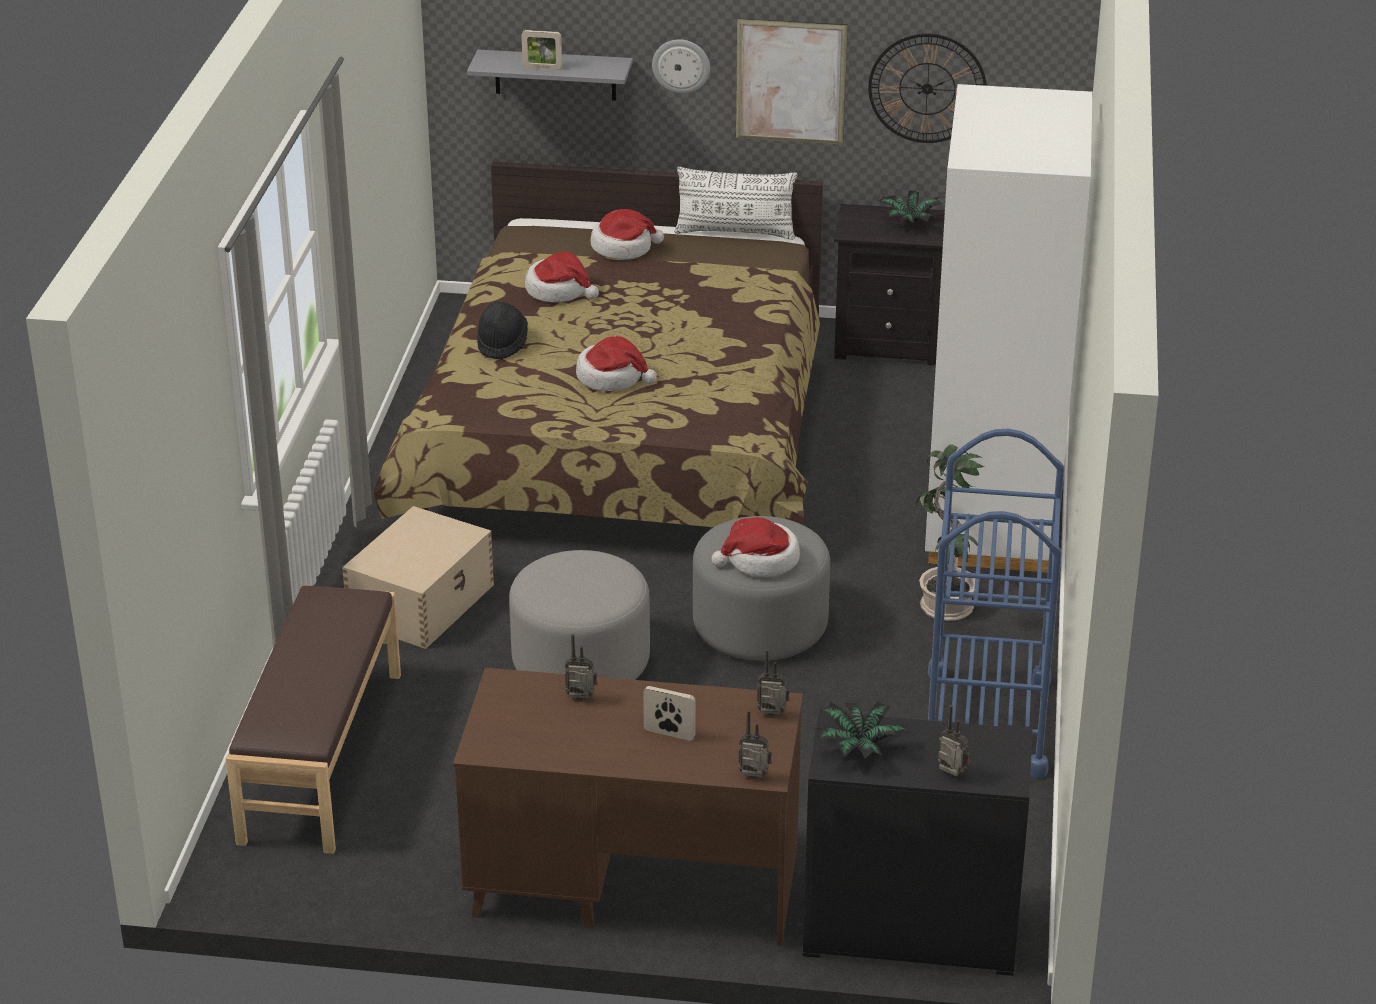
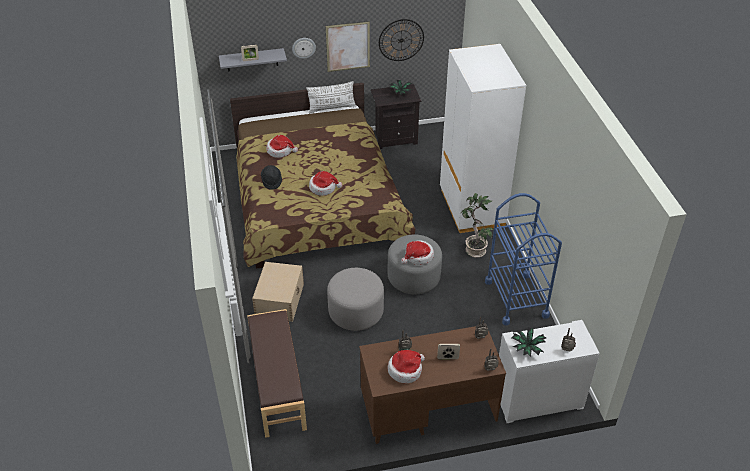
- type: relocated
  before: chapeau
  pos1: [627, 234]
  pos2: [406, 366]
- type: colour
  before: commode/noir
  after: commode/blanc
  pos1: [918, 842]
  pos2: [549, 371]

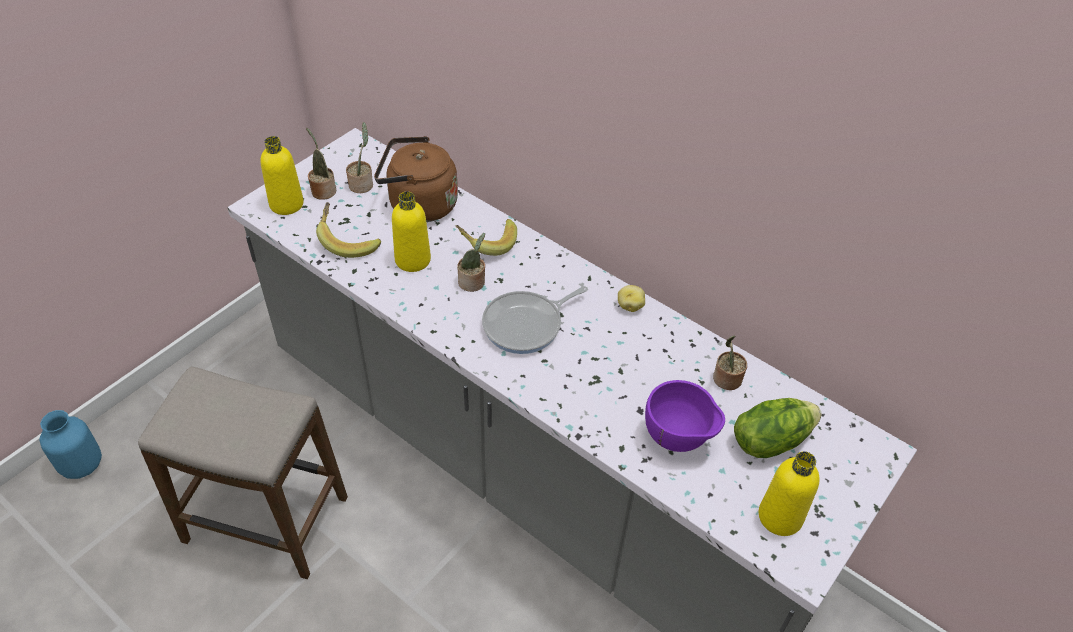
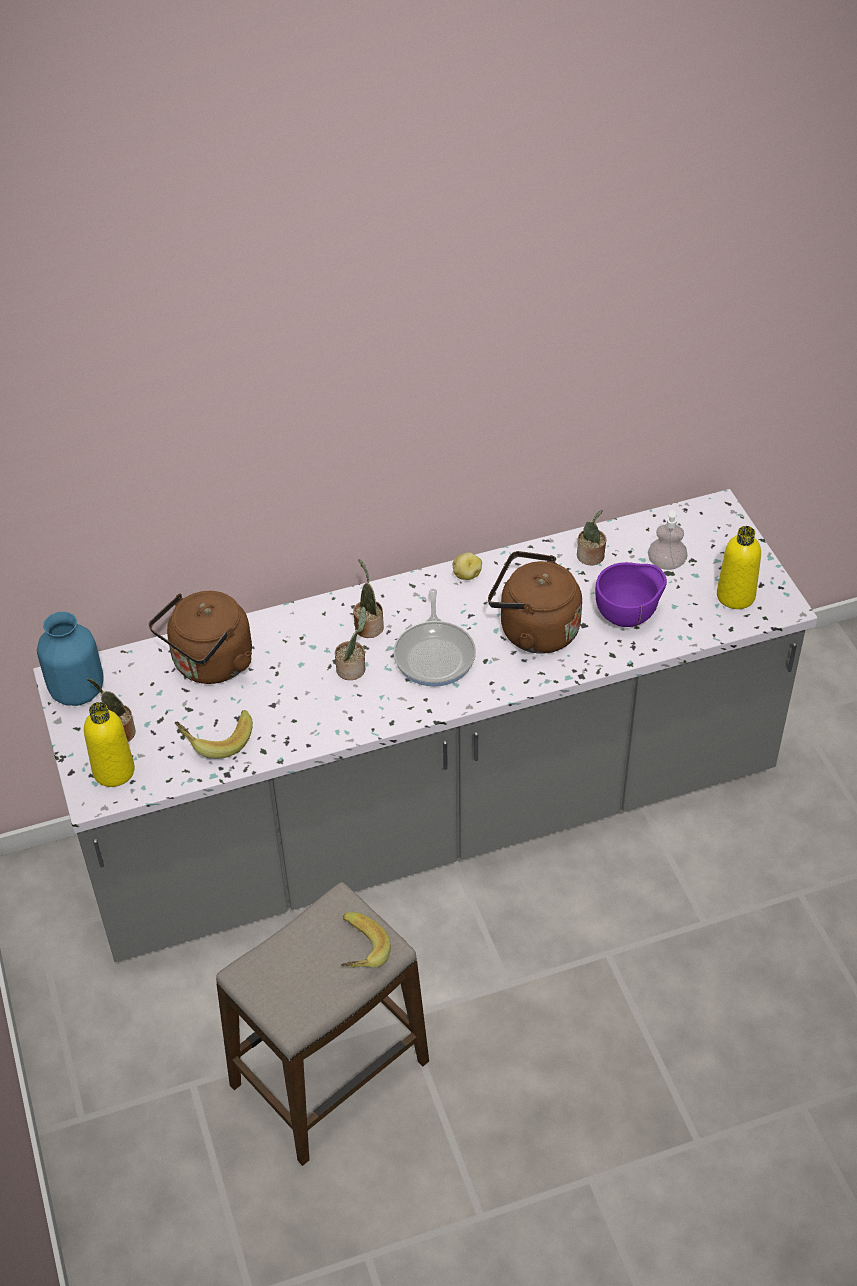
- type: missing
  before: bouteille/jaune
  pos1: [411, 232]
- type: appeared
  after: bouilloire/marron
  pos2: [535, 602]
- type: relocated
  before: vase/bleu
  pos1: [70, 444]
  pos2: [70, 659]
- type: relocated
  before: plante en pot
  pos1: [359, 157]
  pos2: [368, 598]
- type: relocated
  before: banane
  pos1: [486, 237]
  pos2: [366, 940]
- type: exchanged
  before: laitue
  after: distributeur de savon
  pos1: [778, 428]
  pos2: [668, 539]

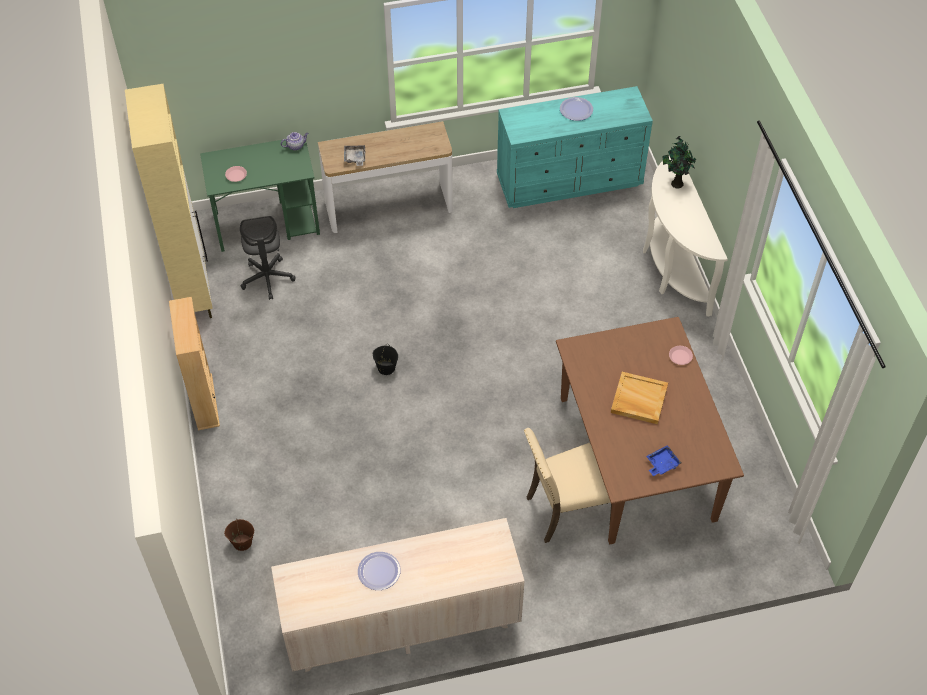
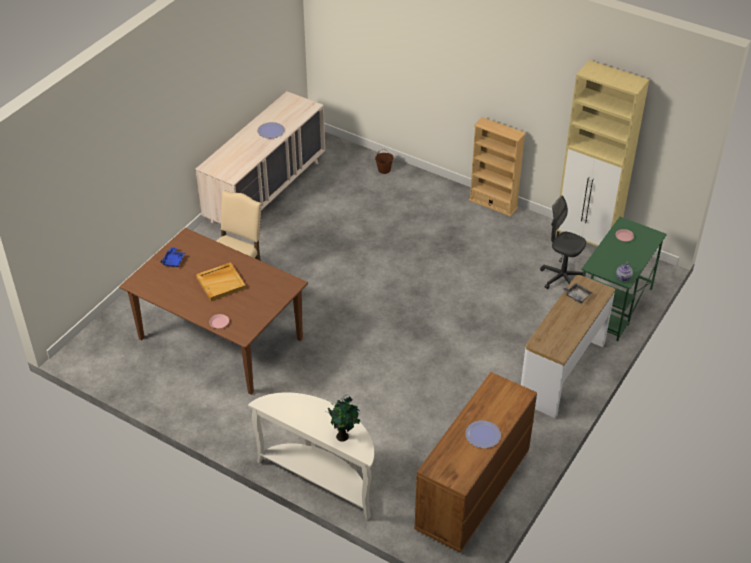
- type: missing
  before: seau/noir
  pos1: [385, 360]
- type: colour
  before: commode/turquoise
  after: commode/marron
  pos1: [575, 147]
  pos2: [475, 462]

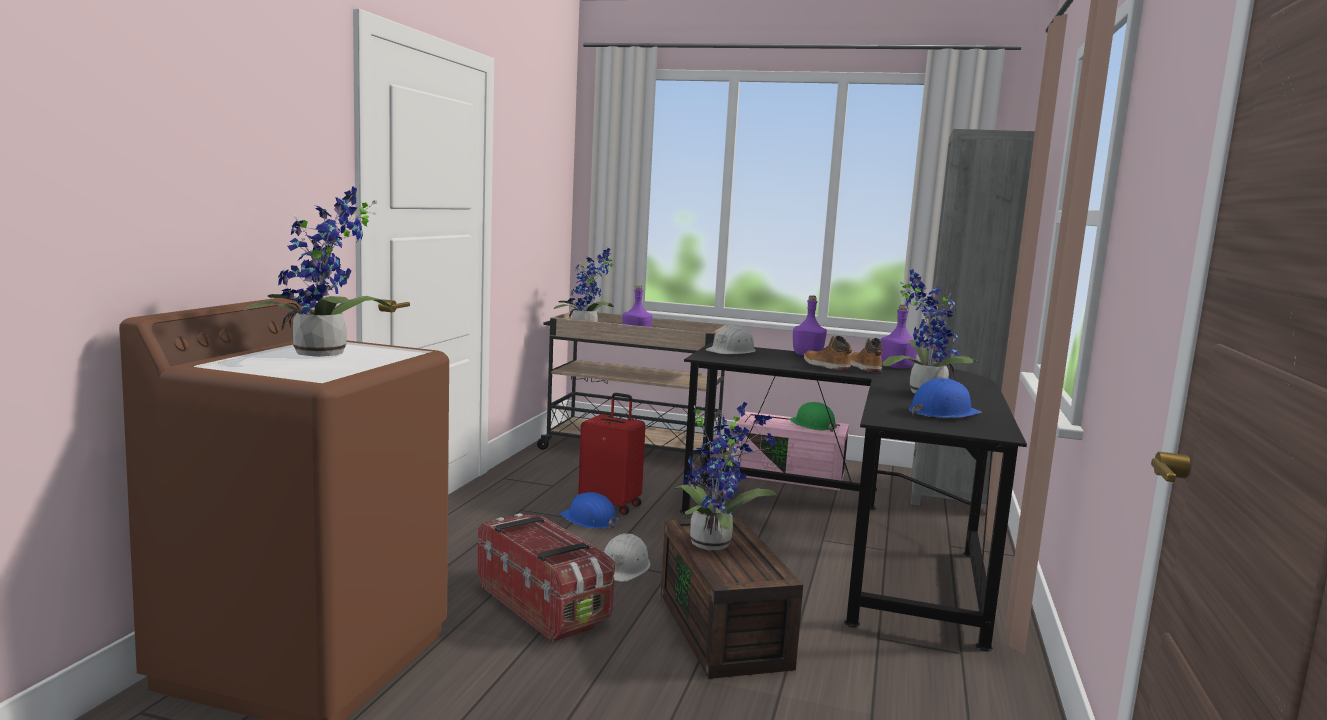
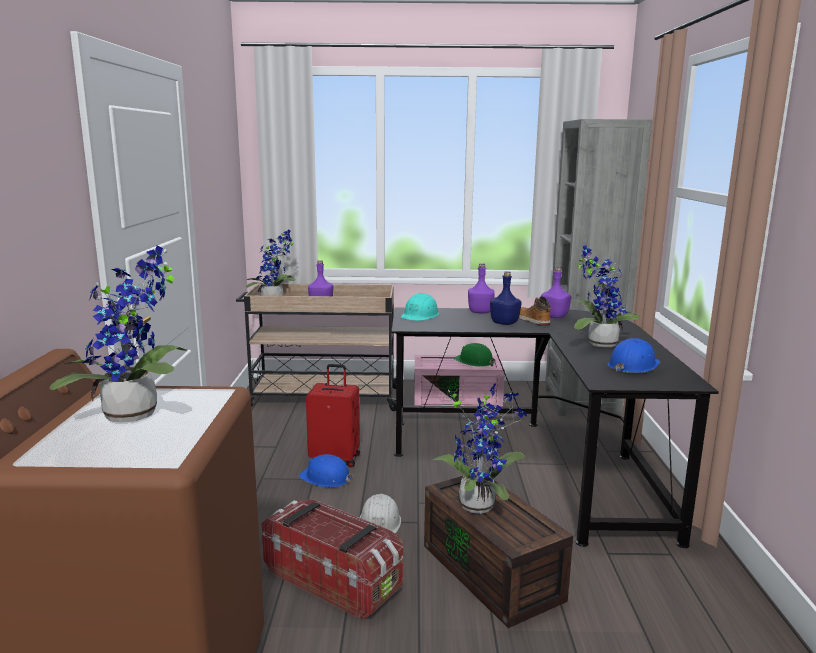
- type: exchanged
  before: botte
  after: bouteille/bleu
  pos1: [828, 353]
  pos2: [505, 298]
- type: colour
  before: casque de chantier/blanc
  after: casque de chantier/turquoise
  pos1: [731, 339]
  pos2: [420, 307]

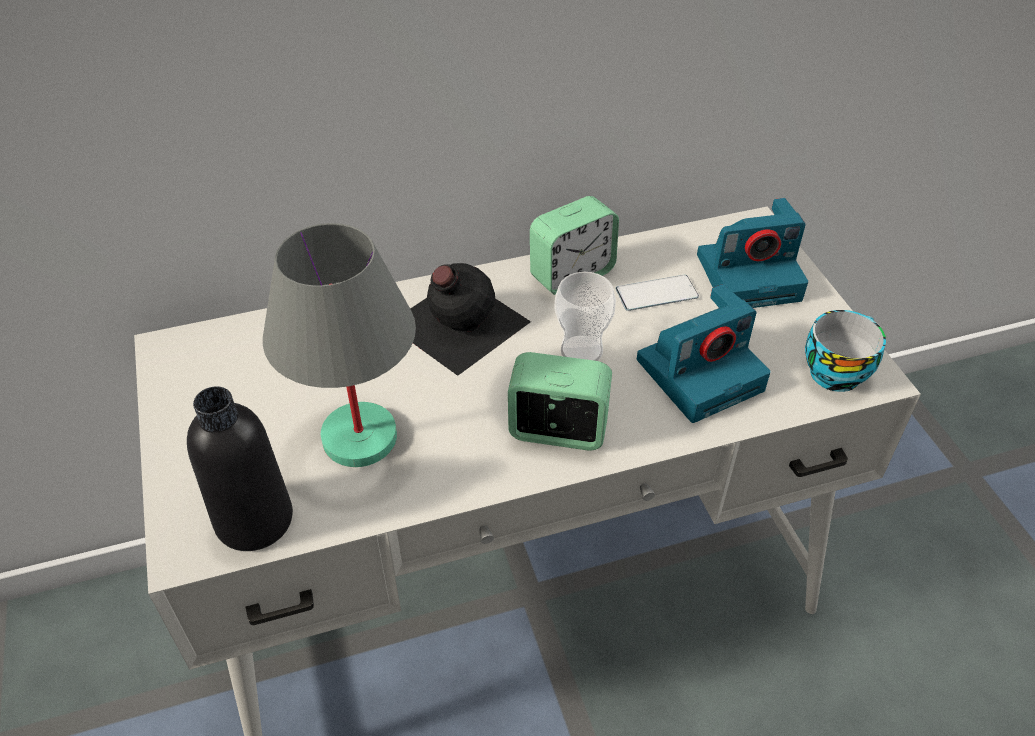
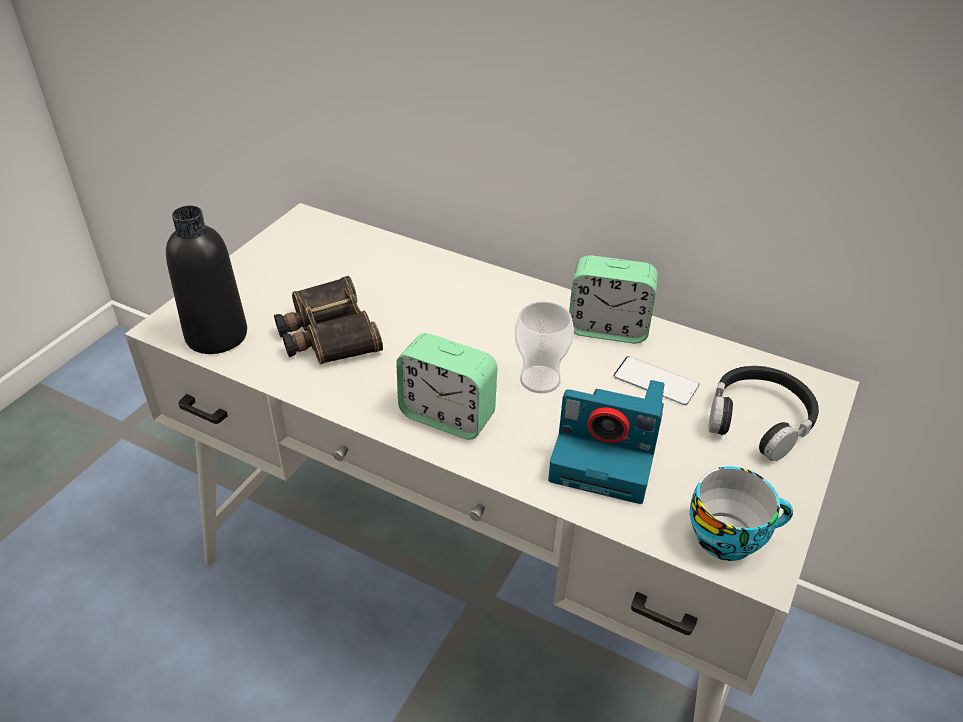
- type: missing
  before: bouteille/noir
  pos1: [470, 319]
- type: exchanged
  before: lampe de table/gris
  after: jumelles
  pos1: [339, 345]
  pos2: [328, 320]
- type: exchanged
  before: appareil photo
  after: casque audio/noir
  pos1: [752, 253]
  pos2: [764, 413]
- type: spun
  before: réveil
  pos1: [560, 401]
  pos2: [446, 386]
  turn: 150

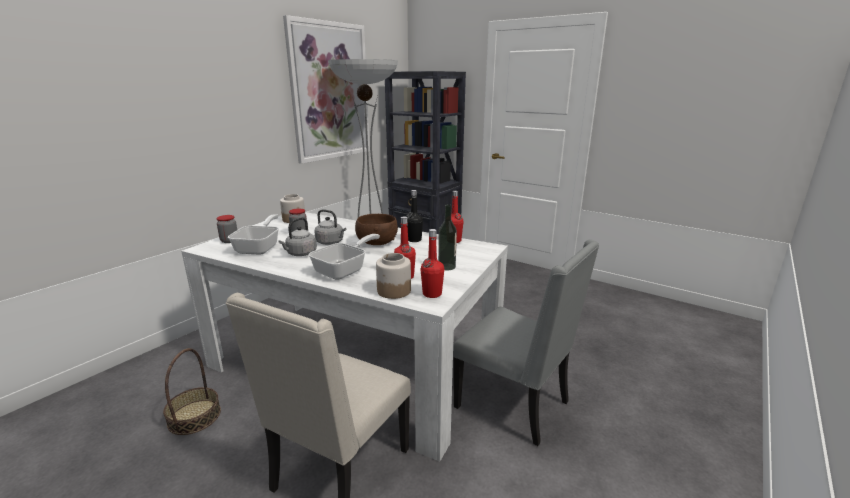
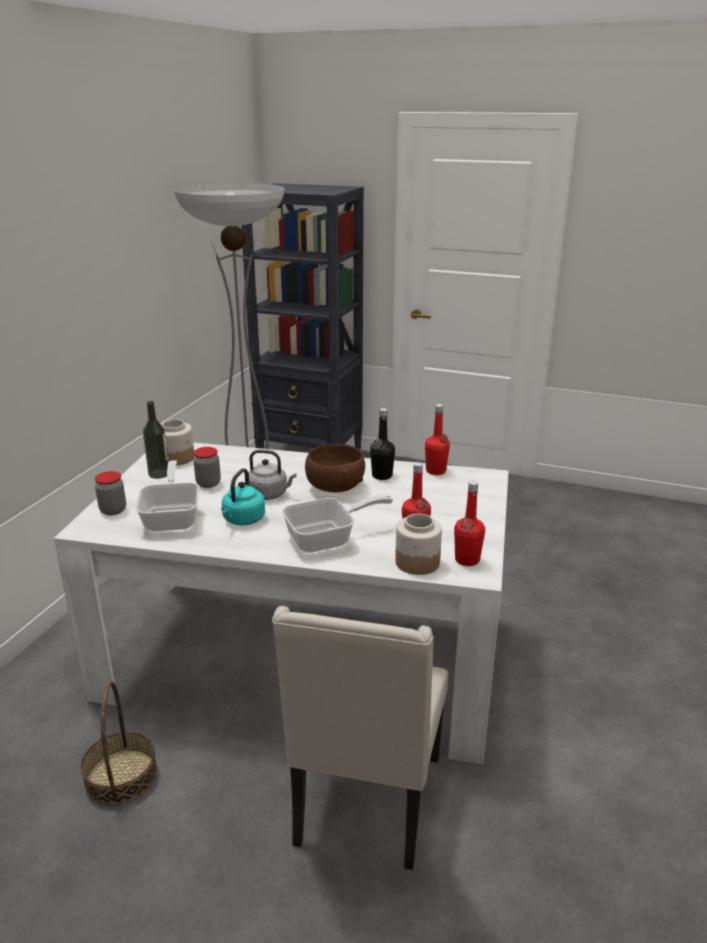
- type: missing
  before: tableau
  pos1: [326, 89]
- type: missing
  before: chaise/gris
  pos1: [526, 342]
- type: relocated
  before: bouteille
  pos1: [447, 237]
  pos2: [156, 440]
- type: colour
  before: bouilloire/gris
  after: bouilloire/turquoise
  pos1: [297, 236]
  pos2: [243, 496]
- type: spun
  before: poêle
  pos1: [344, 257]
  pos2: [337, 524]
  turn: 45

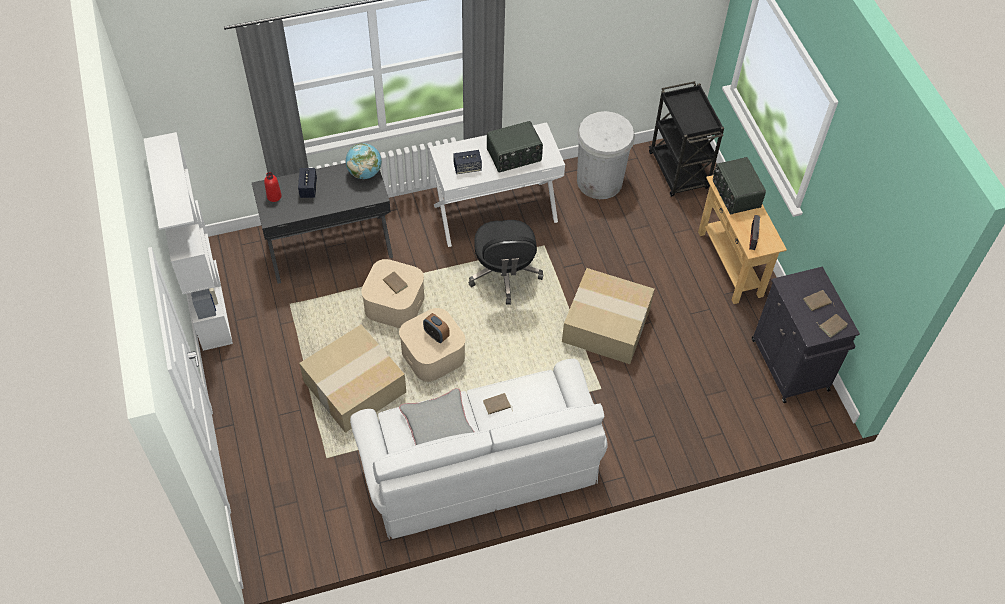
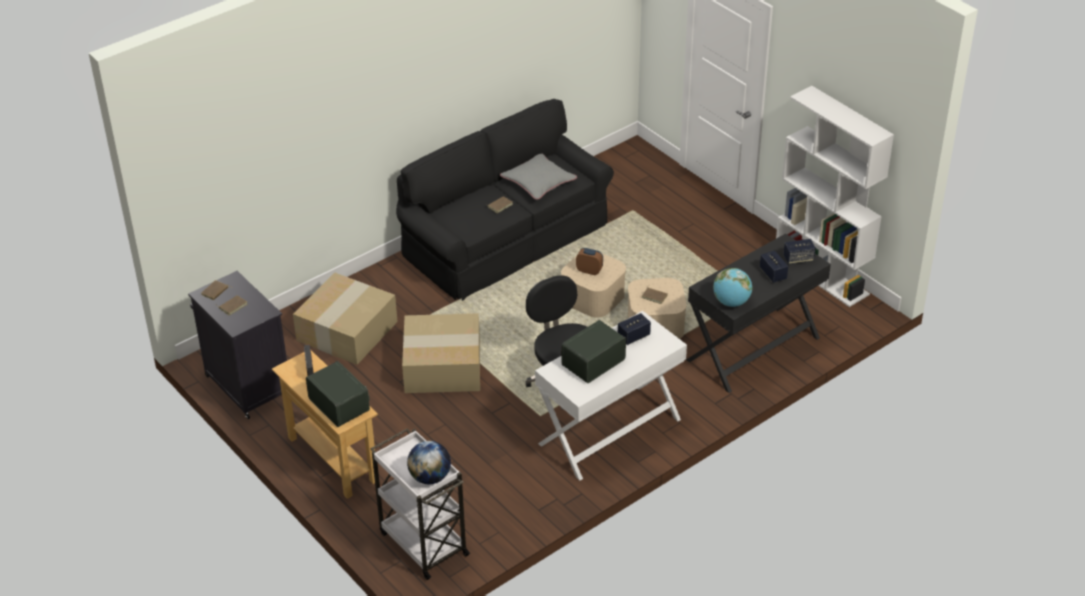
- type: missing
  before: poubelle/blanc
  pos1: [606, 155]
- type: appeared
  after: globe
  pos2: [429, 462]
- type: relocated
  before: carton
  pos1: [352, 378]
  pos2: [345, 319]
- type: exchanged
  before: bouteille/rouge
  after: enceinte
  pos1: [273, 187]
  pos2: [799, 251]
- type: colour
  before: canapé/blanc
  after: canapé/noir
  pos1: [479, 449]
  pos2: [505, 200]
- type: colour
  before: chariot/noir
  after: chariot/blanc
  pos1: [686, 139]
  pos2: [420, 504]

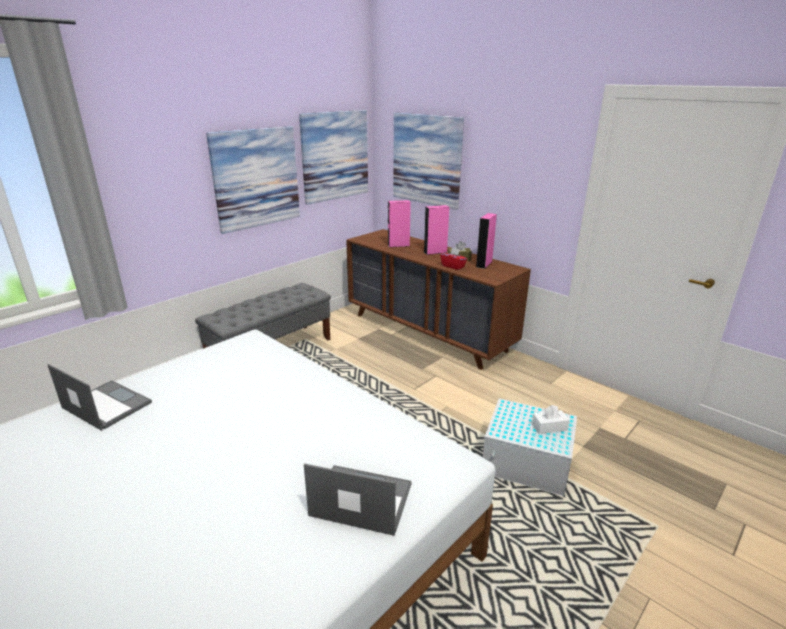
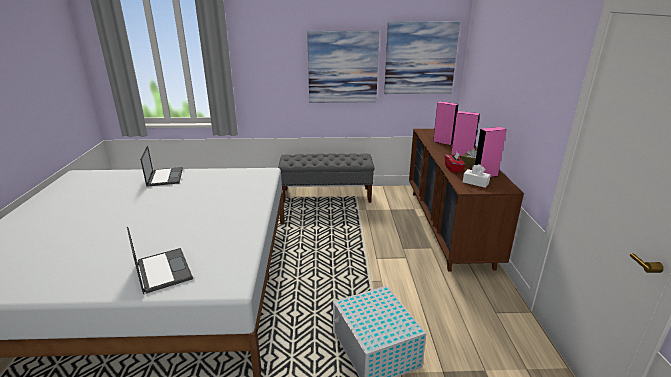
- type: missing
  before: tableau
  pos1: [428, 161]
- type: relocated
  before: boîte à mouchoirs/blanc
  pos1: [551, 419]
  pos2: [477, 176]

